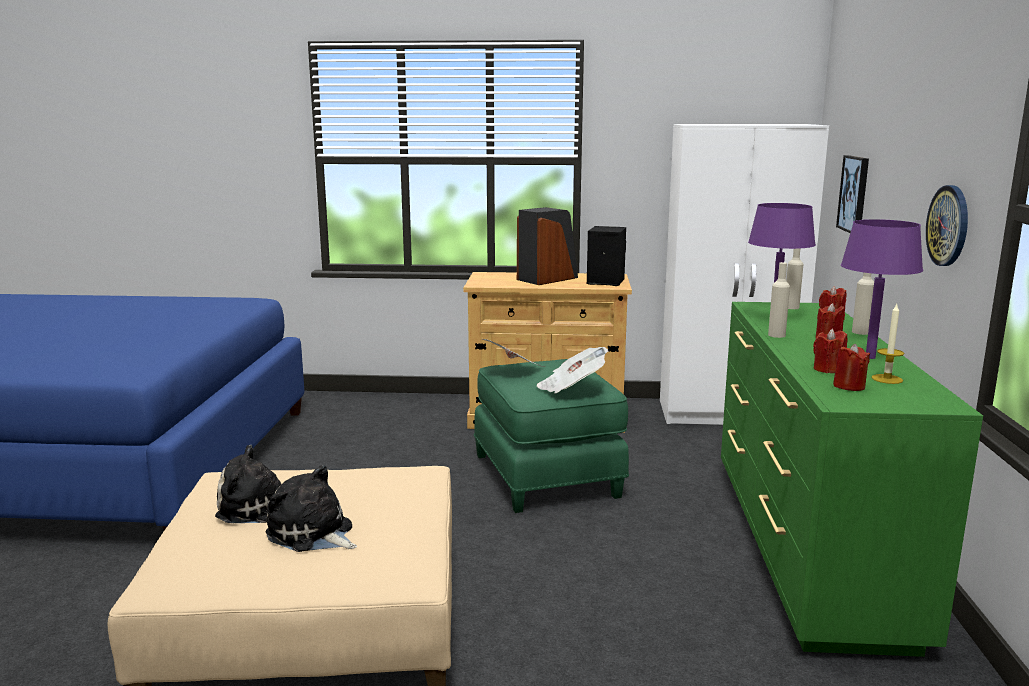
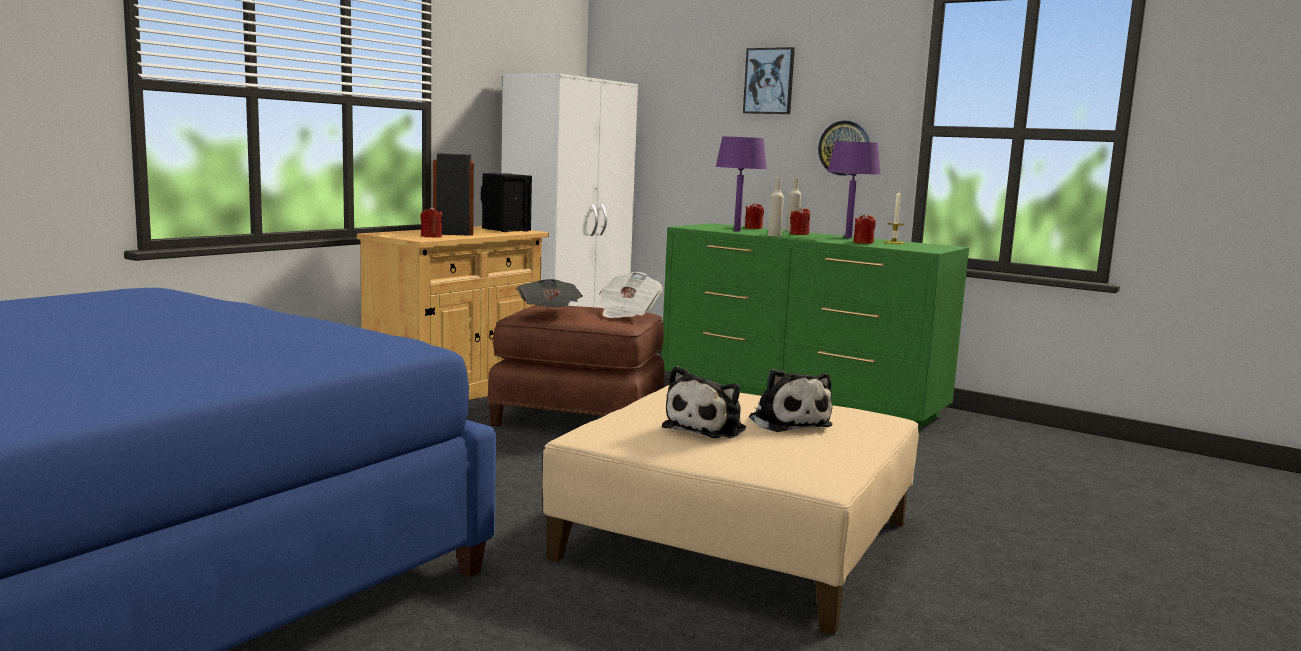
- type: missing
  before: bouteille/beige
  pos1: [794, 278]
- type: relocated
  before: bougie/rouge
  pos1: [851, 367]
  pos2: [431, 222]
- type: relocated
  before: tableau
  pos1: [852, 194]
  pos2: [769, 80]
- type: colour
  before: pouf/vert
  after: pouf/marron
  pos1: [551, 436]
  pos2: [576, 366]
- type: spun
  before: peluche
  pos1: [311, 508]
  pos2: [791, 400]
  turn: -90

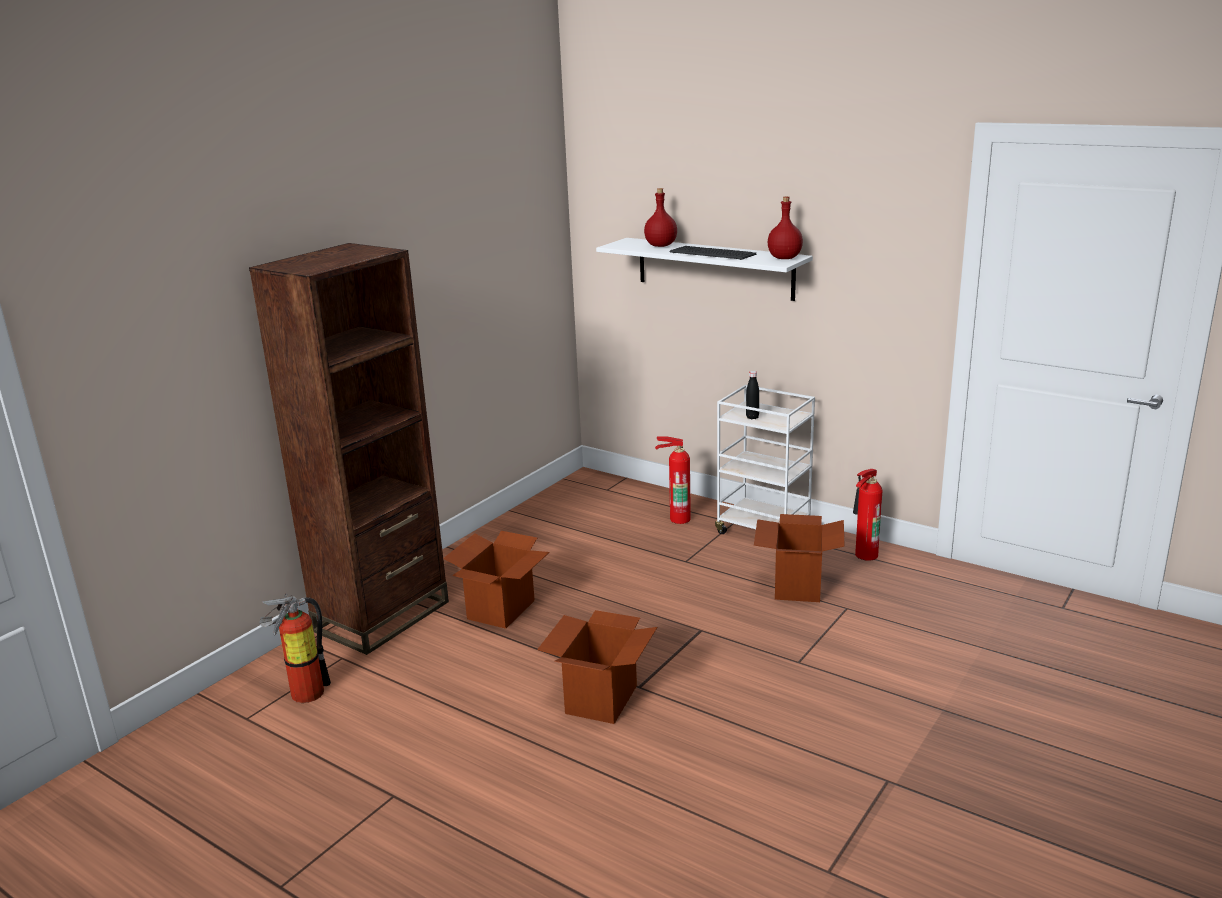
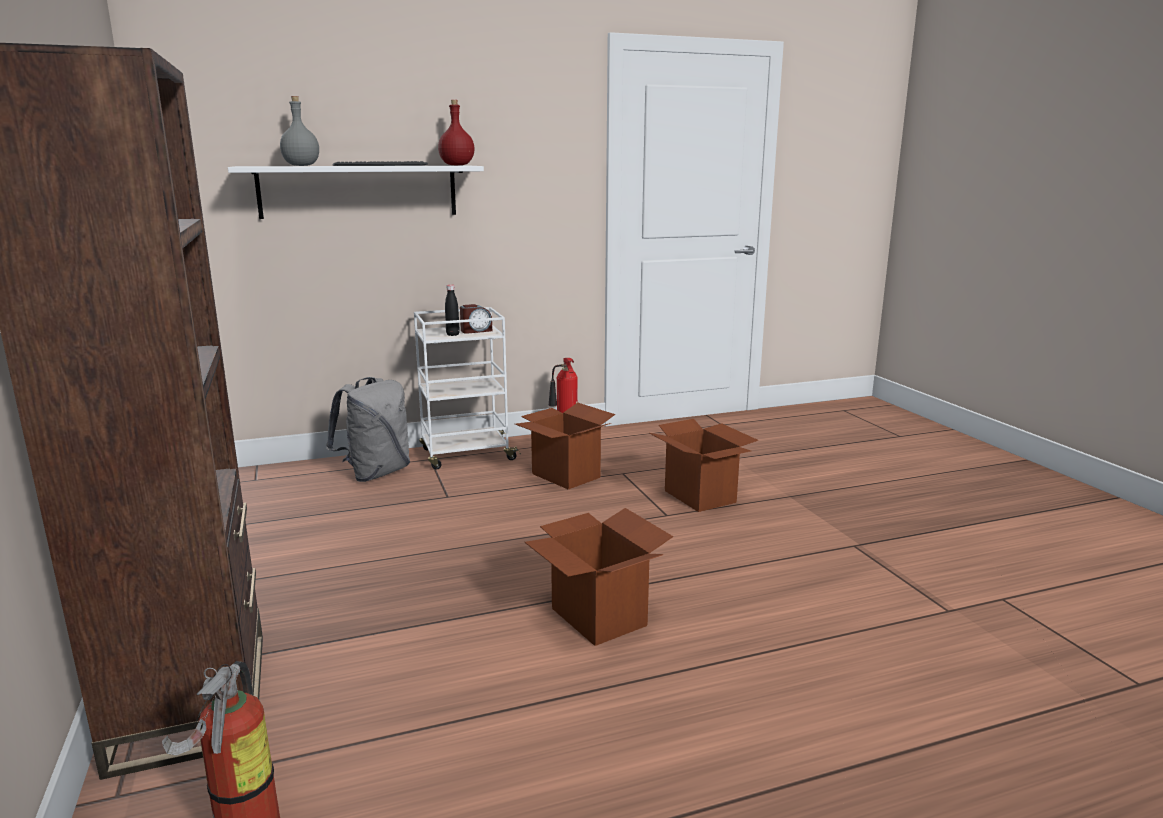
- type: appeared
  after: réveil
  pos2: [476, 319]
- type: relocated
  before: carton
  pos1: [496, 580]
  pos2: [703, 465]
- type: exchanged
  before: extincteur
  after: sac à dos/gris
  pos1: [673, 480]
  pos2: [368, 429]
- type: colour
  before: bouteille/rouge
  after: bouteille/gris
  pos1: [660, 217]
  pos2: [299, 131]

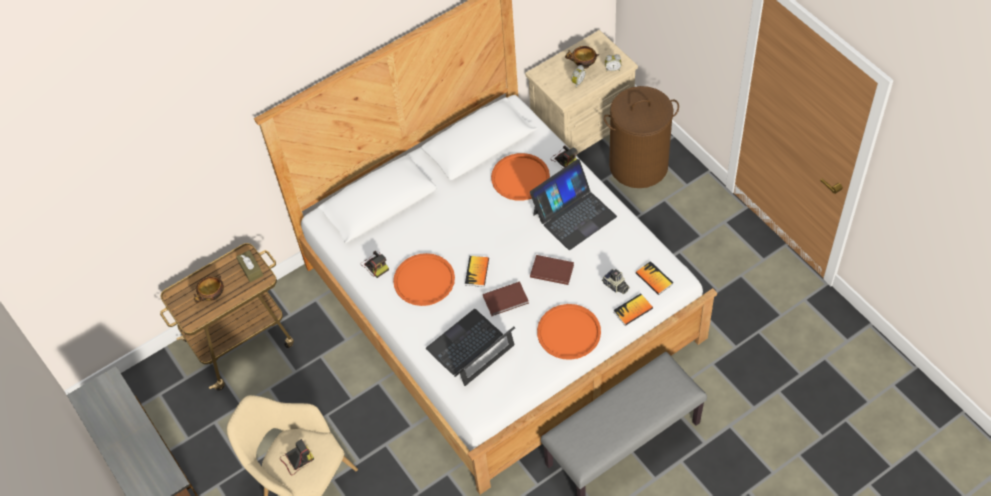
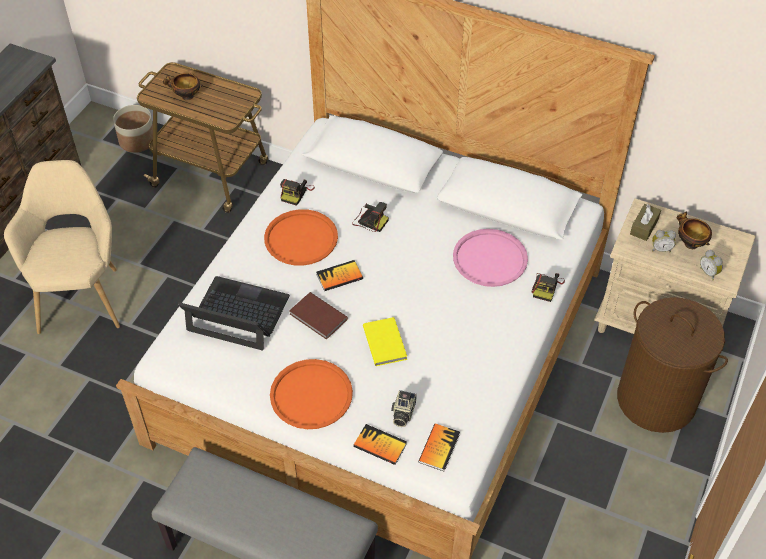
- type: missing
  before: ordinateur portable
  pos1: [573, 204]
- type: appeared
  after: cache-pot
  pos2: [133, 129]
- type: relocated
  before: boîte à mouchoirs/marron
  pos1: [249, 266]
  pos2: [645, 222]
- type: relocated
  before: appareil photo
  pos1: [297, 457]
  pos2: [370, 217]
- type: colour
  before: plateau/orange
  after: plateau/rose
  pos1: [520, 177]
  pos2: [490, 258]
- type: colour
  before: livre/marron
  after: livre/jaune
  pos1: [552, 270]
  pos2: [385, 341]

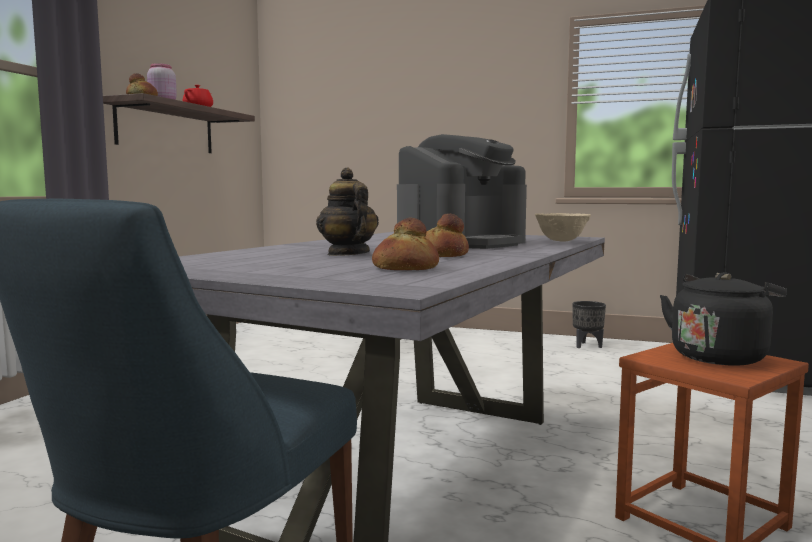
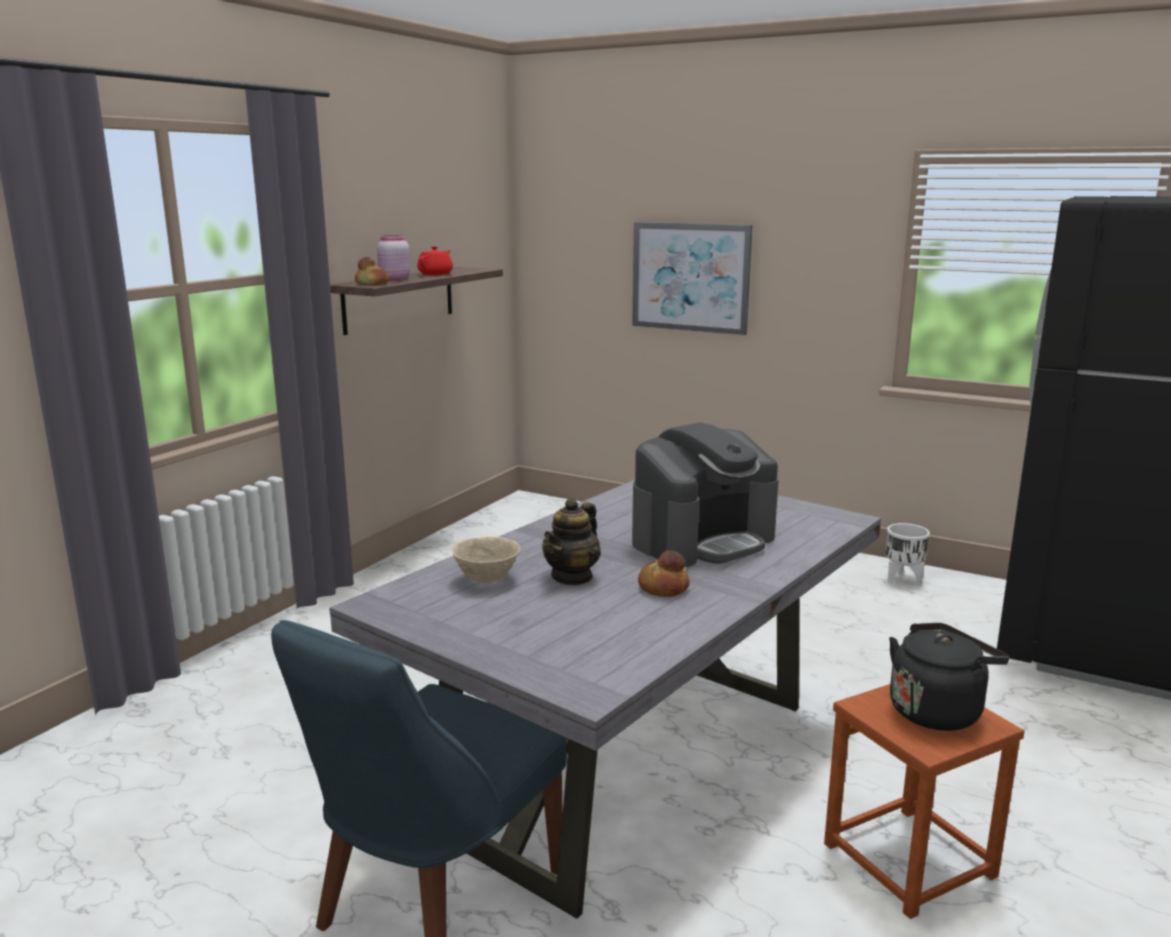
- type: missing
  before: pain
  pos1: [405, 244]
- type: appeared
  after: tableau
  pos2: [692, 278]
- type: relocated
  before: bol/beige
  pos1: [563, 227]
  pos2: [486, 560]
- type: colour
  before: cache-pot/noir
  after: cache-pot/blanc
  pos1: [589, 324]
  pos2: [908, 554]
- type: spun
  before: théière
  pos1: [347, 212]
  pos2: [571, 542]
  turn: -135

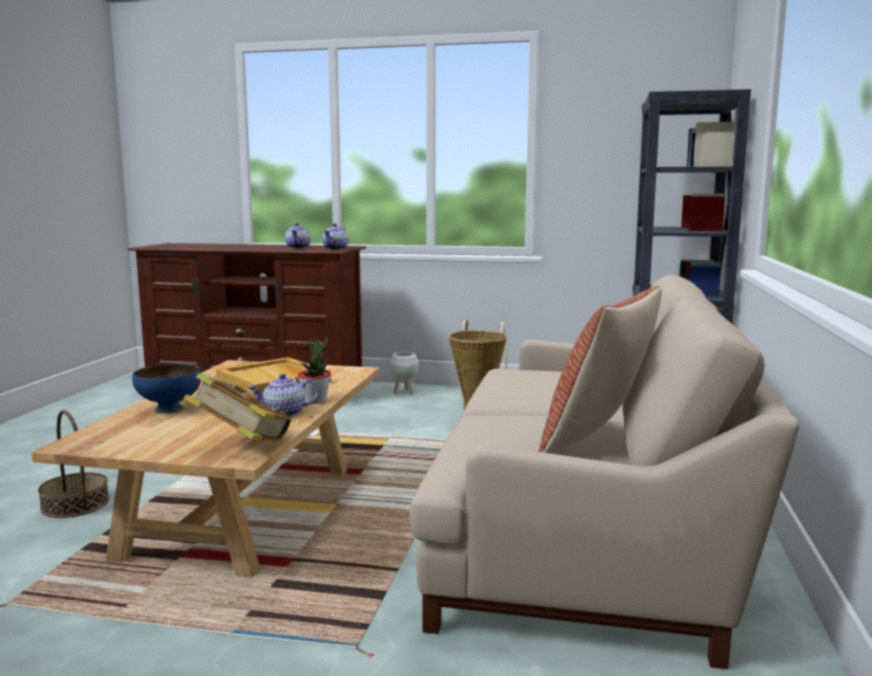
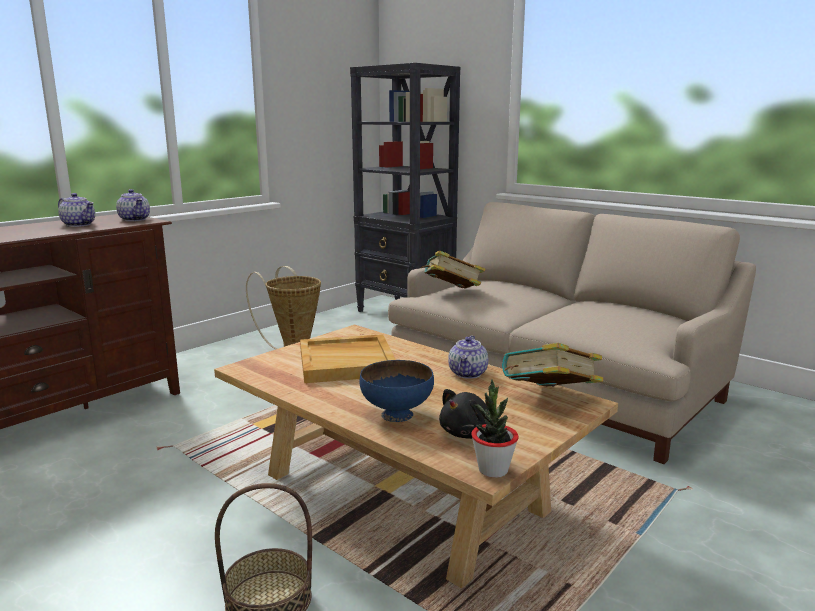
- type: missing
  before: cache-pot/blanc
  pos1: [404, 373]
- type: missing
  before: coussin
  pos1: [600, 370]
- type: appeared
  after: livre
  pos2: [453, 269]
- type: appeared
  after: peluche/noir
  pos2: [464, 414]
- type: relocated
  before: plante en pot
  pos1: [314, 370]
  pos2: [495, 428]

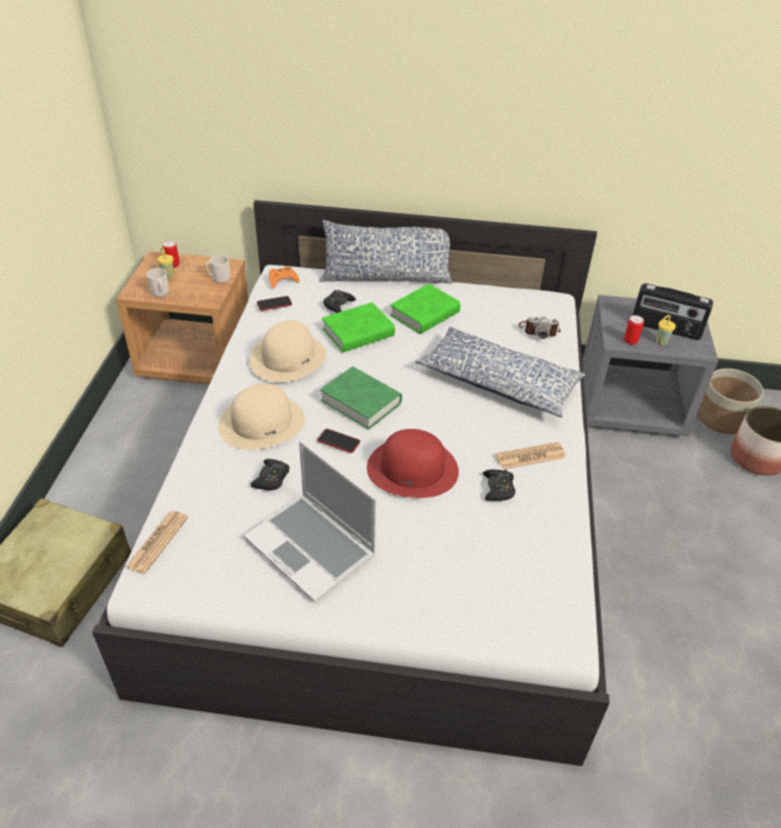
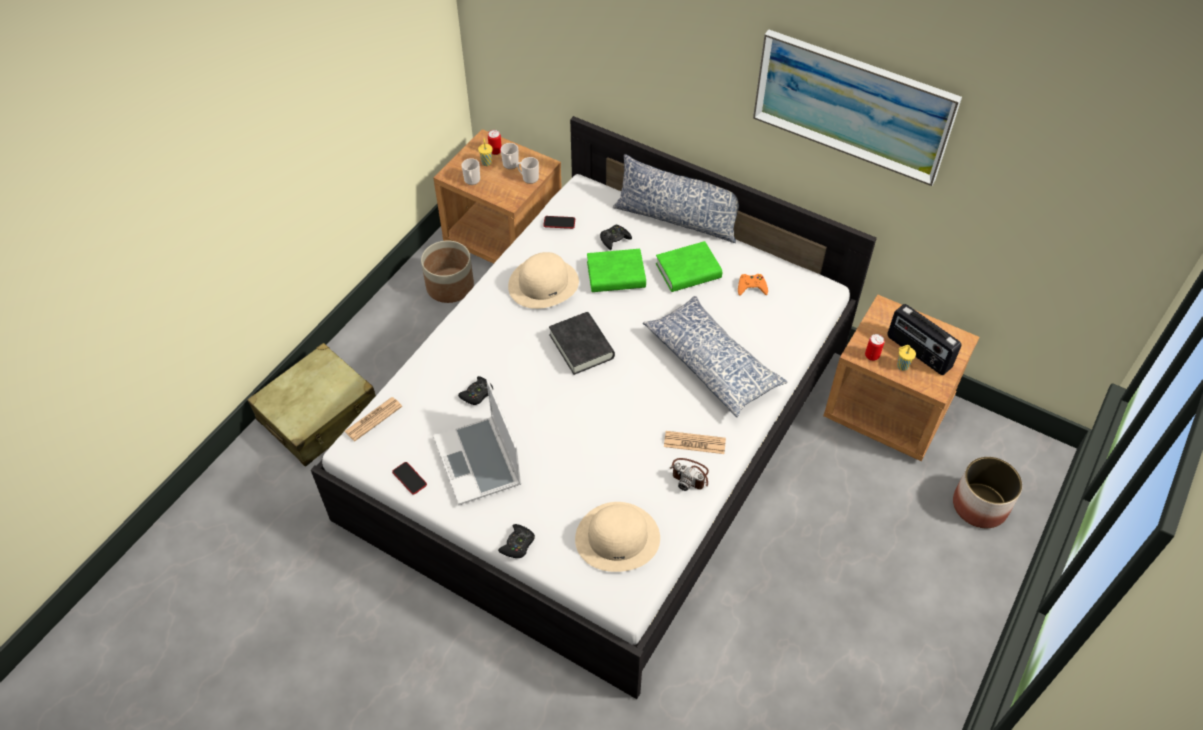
- type: missing
  before: chapeau/rouge
  pos1: [413, 463]
- type: appeared
  after: mug
  pos2: [510, 156]
- type: appeared
  after: tableau
  pos2: [857, 108]
- type: relocated
  before: chapeau/beige
  pos1: [261, 417]
  pos2: [617, 537]
- type: relocated
  before: manette/orange
  pos1: [284, 277]
  pos2: [753, 285]
- type: relocated
  before: téléphone
  pos1: [338, 441]
  pos2: [409, 478]
- type: relocated
  before: manette/noir
  pos1: [499, 485]
  pos2: [516, 541]
- type: relocated
  before: appareil photo
  pos1: [540, 328]
  pos2: [689, 474]
- type: relocated
  before: cache-pot
  pos1: [730, 401]
  pos2: [447, 272]
- type: colour
  before: livre/vert
  after: livre/noir
  pos1: [361, 398]
  pos2: [582, 343]
- type: colour
  before: table de chevet/gris
  after: table de chevet/marron
  pos1: [650, 365]
  pos2: [901, 378]

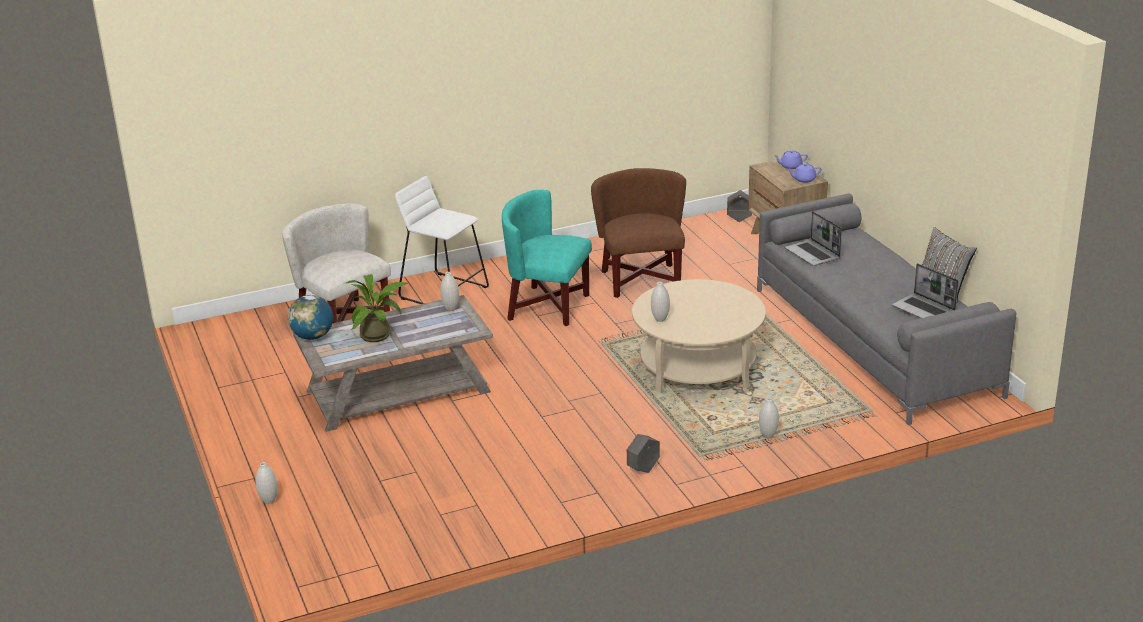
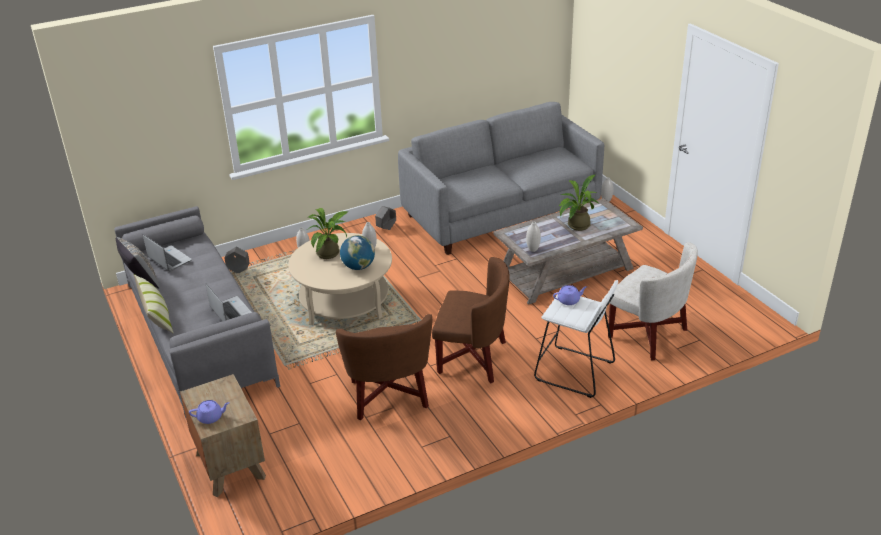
- type: appeared
  after: coussin
  pos2: [154, 303]
- type: appeared
  after: plante en pot
  pos2: [327, 233]
- type: appeared
  after: canapé/gris
  pos2: [501, 178]
- type: relocated
  before: globe
  pos1: [310, 317]
  pos2: [357, 252]
- type: relocated
  before: cache-pot/gris
  pos1: [739, 206]
  pos2: [237, 260]
- type: relocated
  before: théière/violet
  pos1: [804, 173]
  pos2: [570, 295]
- type: colour
  before: fauteuil/turquoise
  after: fauteuil/marron
  pos1: [547, 258]
  pos2: [471, 320]

